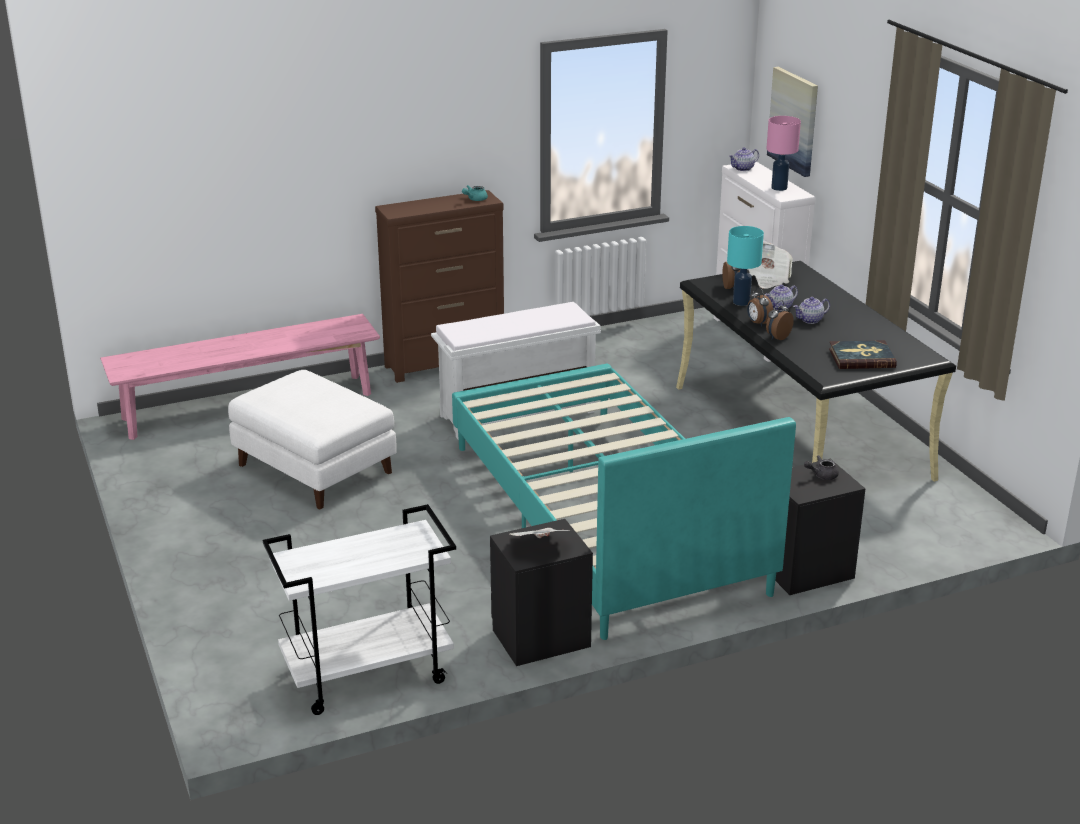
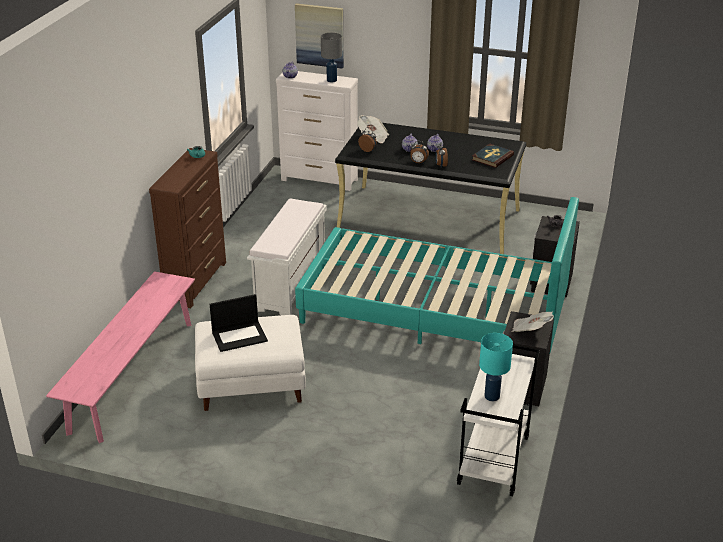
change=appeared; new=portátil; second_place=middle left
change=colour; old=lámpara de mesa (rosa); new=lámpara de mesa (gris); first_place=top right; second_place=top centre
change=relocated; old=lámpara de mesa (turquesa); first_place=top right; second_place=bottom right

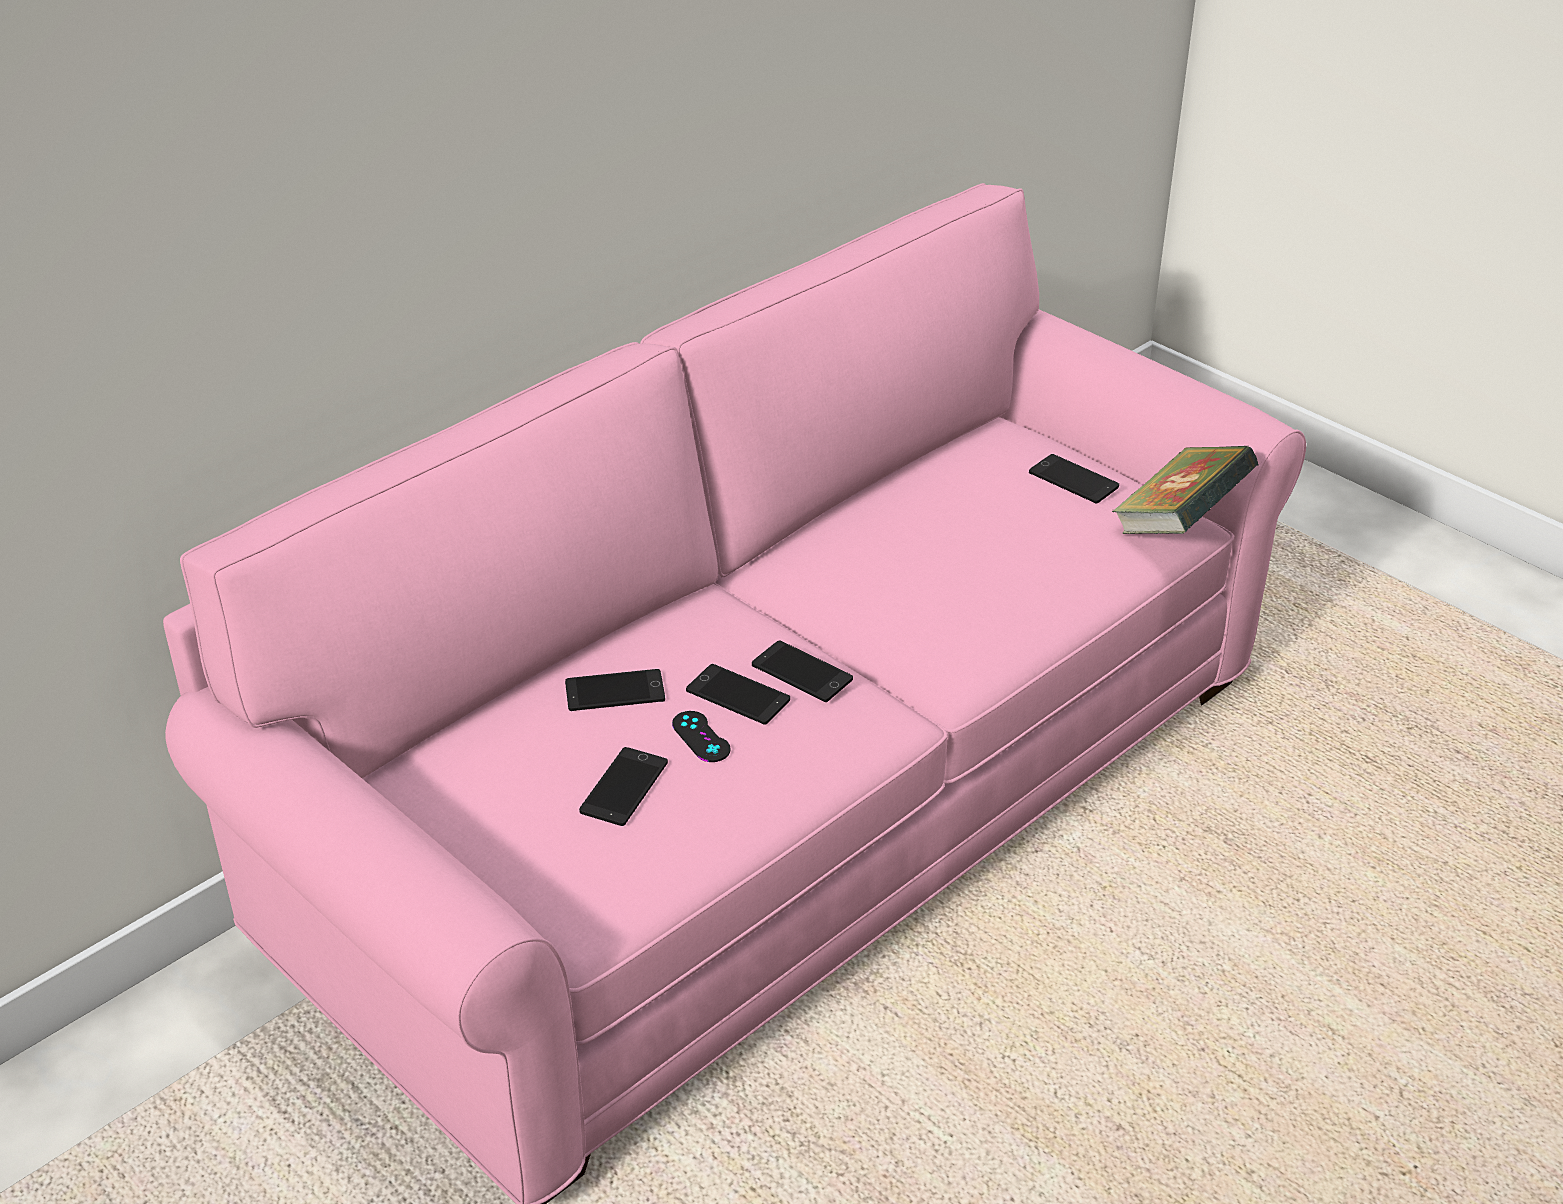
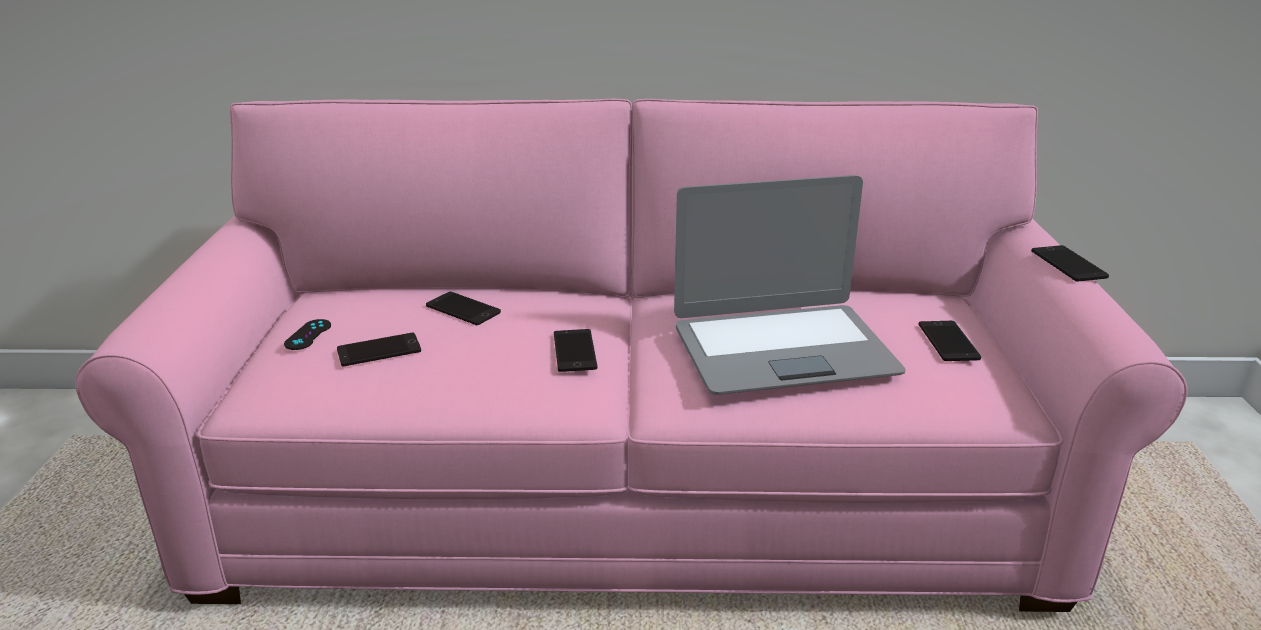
change=relocated; old=mando de consola (negro); first_place=centre; second_place=middle left
change=appeared; new=portátil; second_place=centre
change=relocated; old=móvil (no. 3 from left in the first image); new=móvil (no. 5 from left); first_place=centre; second_place=middle right
change=missing; old=libro; first_place=middle right

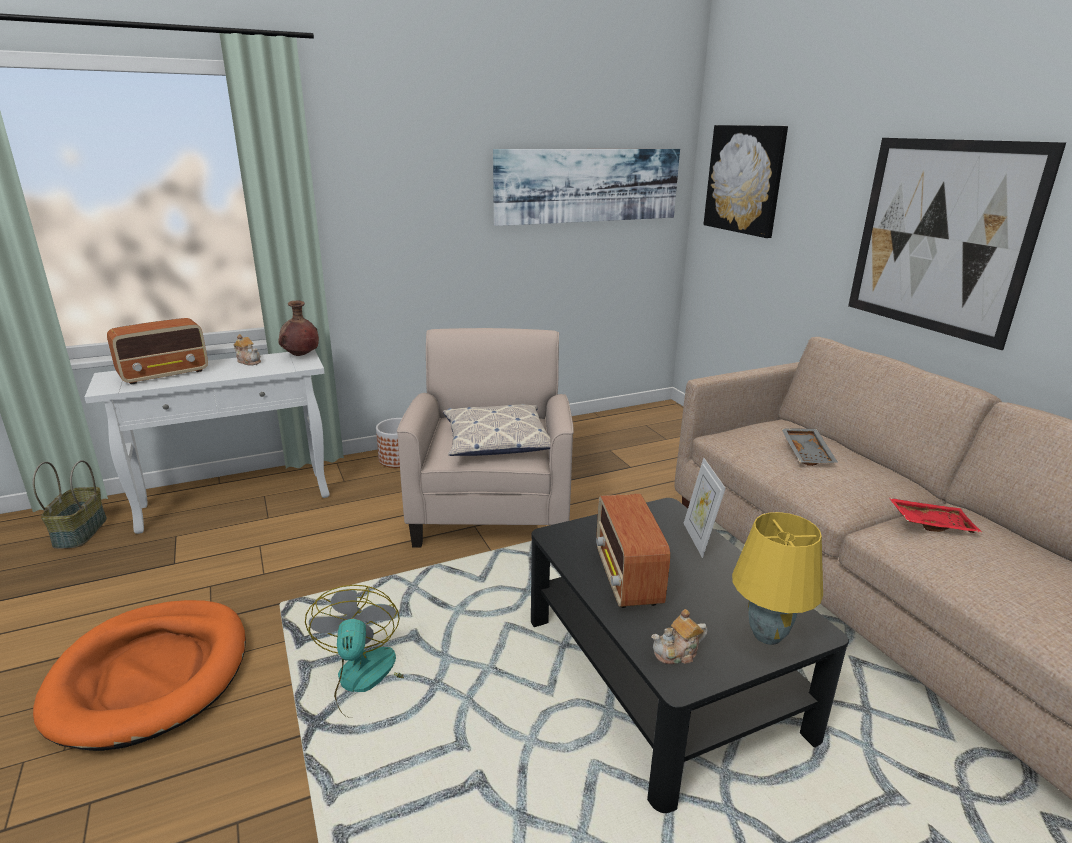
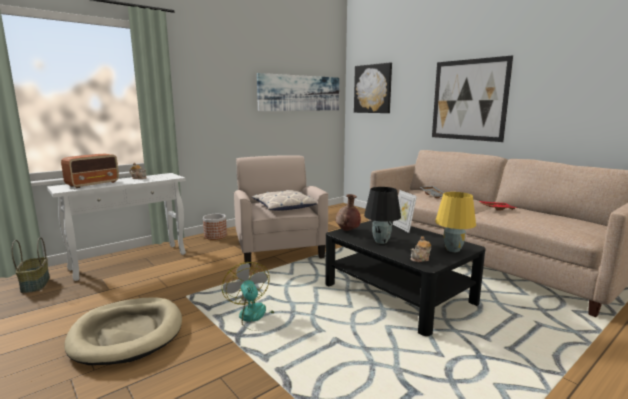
change=colour; old=cama para perro (naranja); new=cama para perro (beis); first_place=bottom left; second_place=bottom left
change=relocated; old=florero (marrón); first_place=middle left; second_place=centre
change=exchanged; old=radio (no. 2 from left); new=lámpara de mesa (negro); first_place=centre; second_place=centre

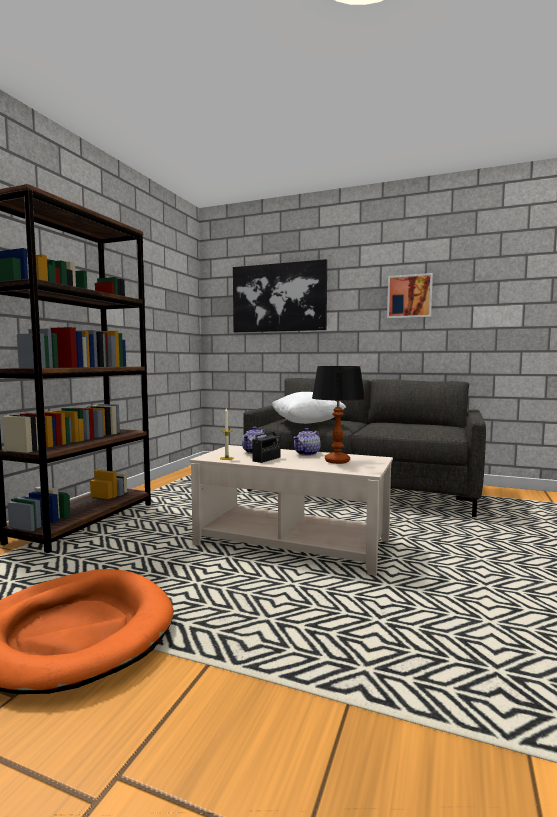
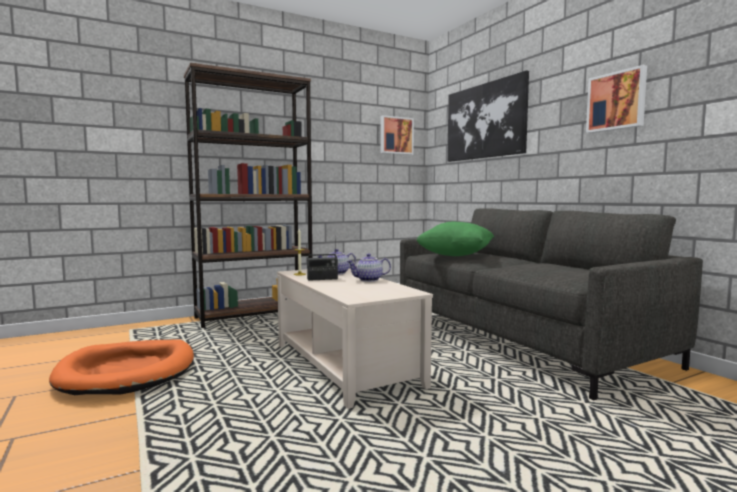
change=appeared; new=cuadro (no. 1 from left); second_place=top centre
change=colour; old=cojín (blanco); new=cojín (verde); first_place=centre; second_place=centre
change=missing; old=lámpara de mesa; first_place=centre

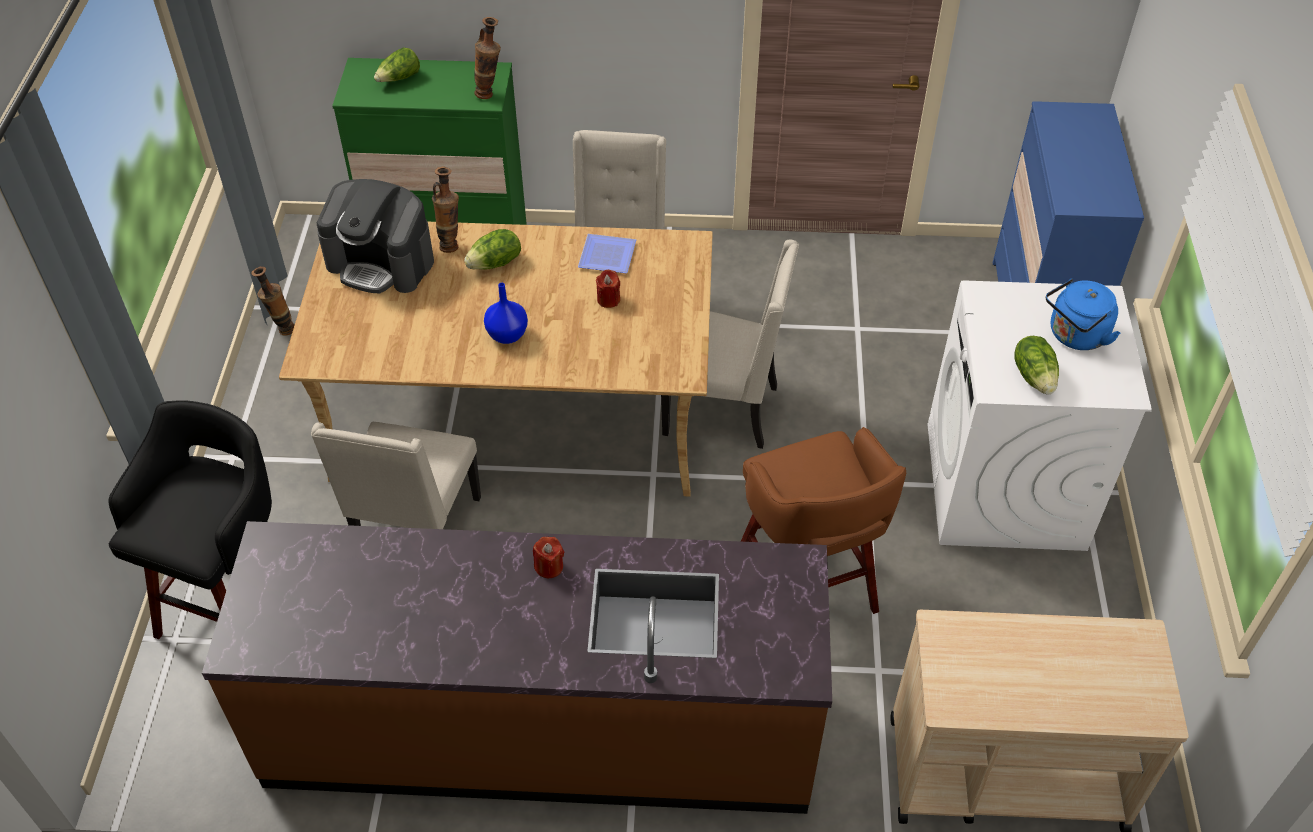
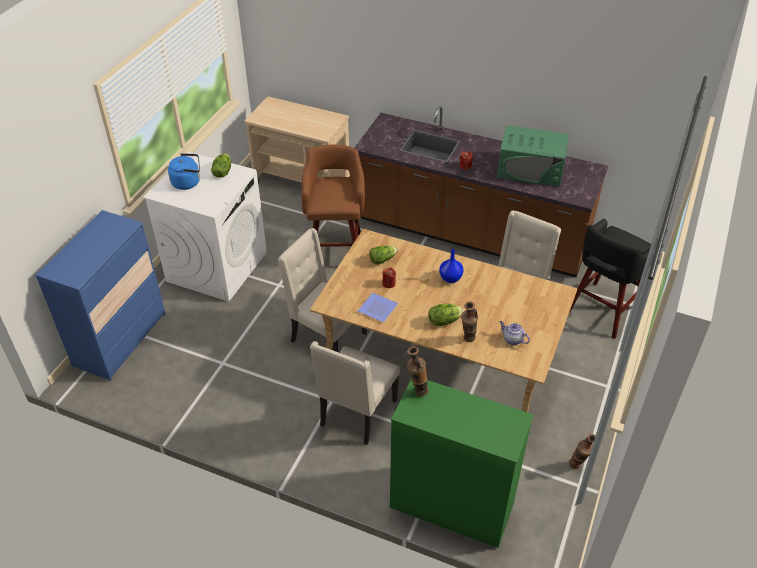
change=relocated; old=lechuga (no. 1 from left in the first image); new=lechuga (no. 2 from left); first_place=top left; second_place=centre
change=appeared; new=microondas (verde); second_place=top right
change=exchanged; old=cafetera; new=tetera; first_place=top left; second_place=middle right

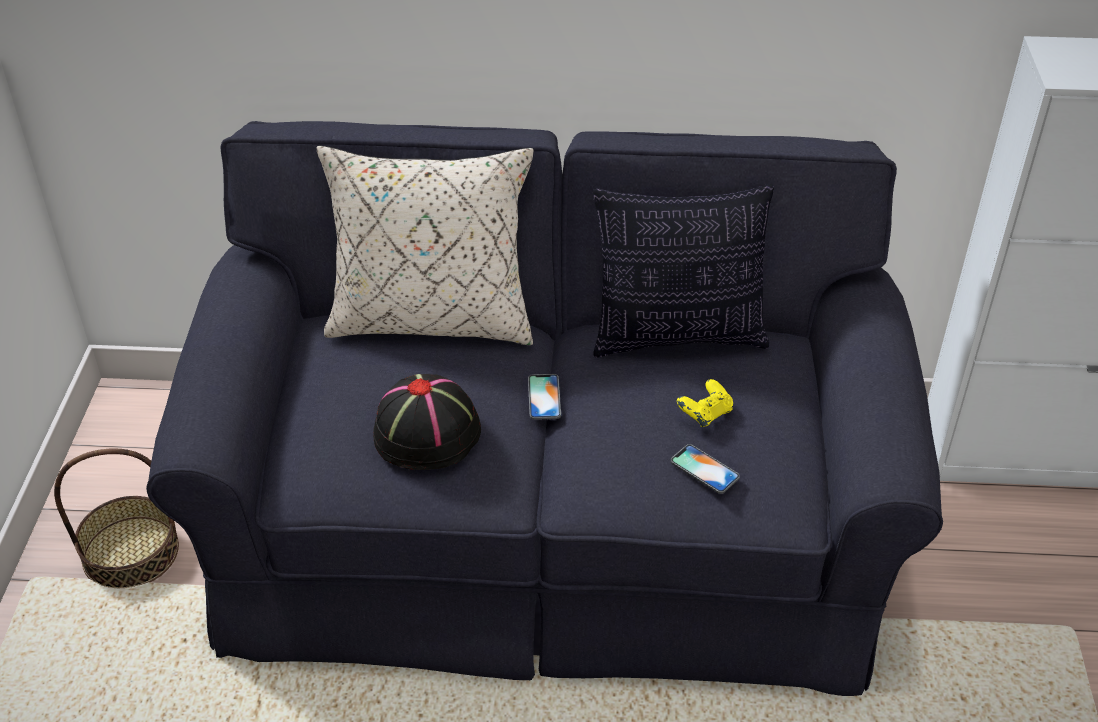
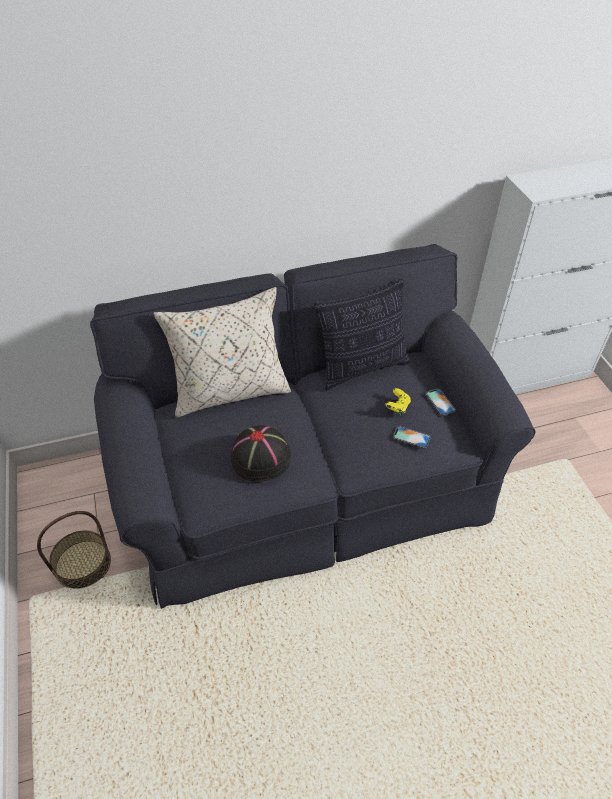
change=relocated; old=móvil (no. 1 from left in the first image); new=móvil (no. 2 from left); first_place=centre; second_place=middle right

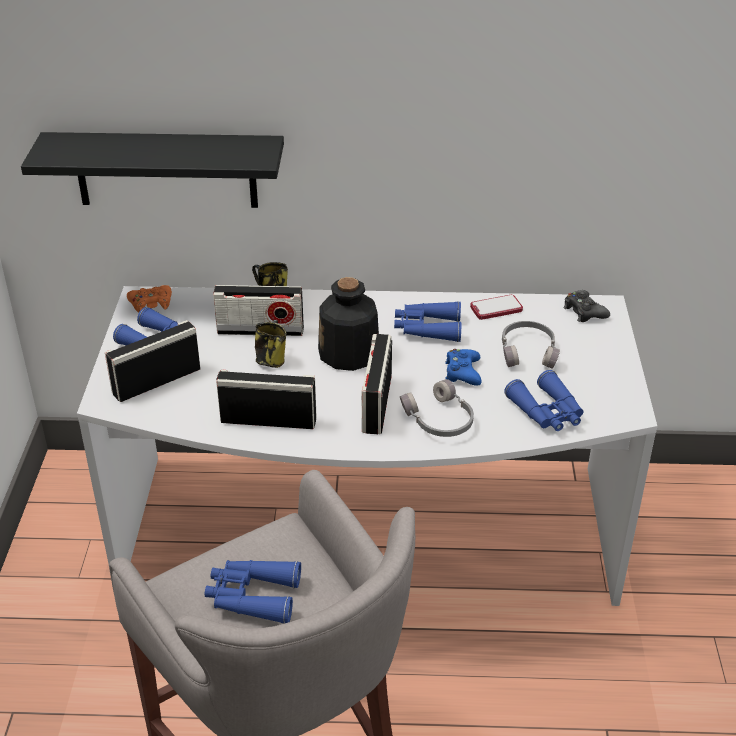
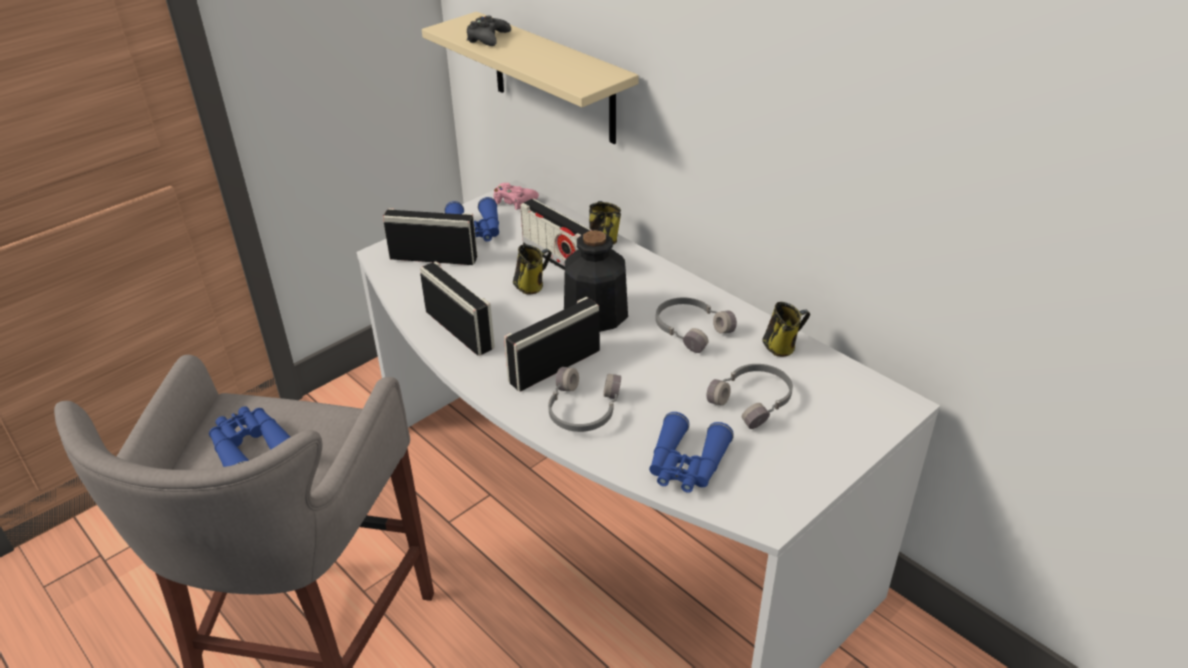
change=colour; old=estante (negro); new=estante (beis); first_place=top left; second_place=top centre
change=relocated; old=mando de consola (negro); first_place=middle right; second_place=top centre
change=colour; old=mando de consola (naranja); new=mando de consola (rosa); first_place=middle left; second_place=top centre
change=exchanged; old=prismáticos (azul) (no. 3 from left); new=auriculares (gris) (no. 2 from left); first_place=centre; second_place=centre
change=exchanged; old=móvil; new=taza grande (no. 3 from left); first_place=middle right; second_place=centre
change=missing; old=mando de consola (azul); first_place=centre

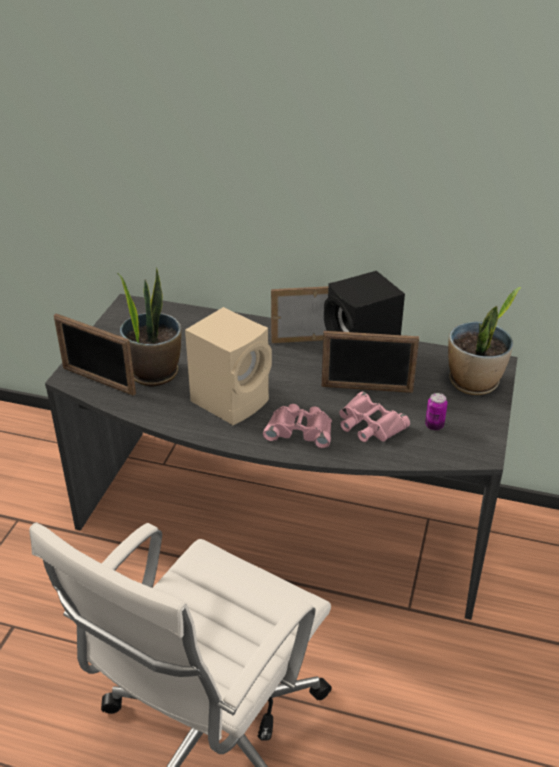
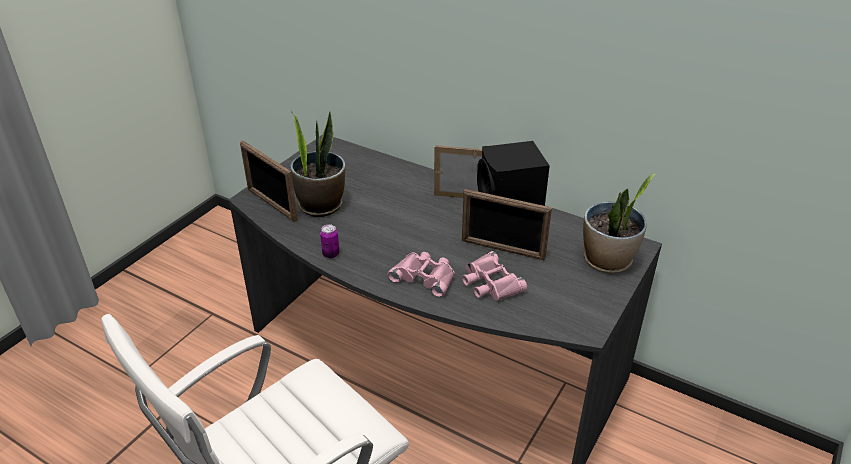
change=relocated; old=lata; first_place=middle right; second_place=centre
change=missing; old=altavoz (beis); first_place=centre

